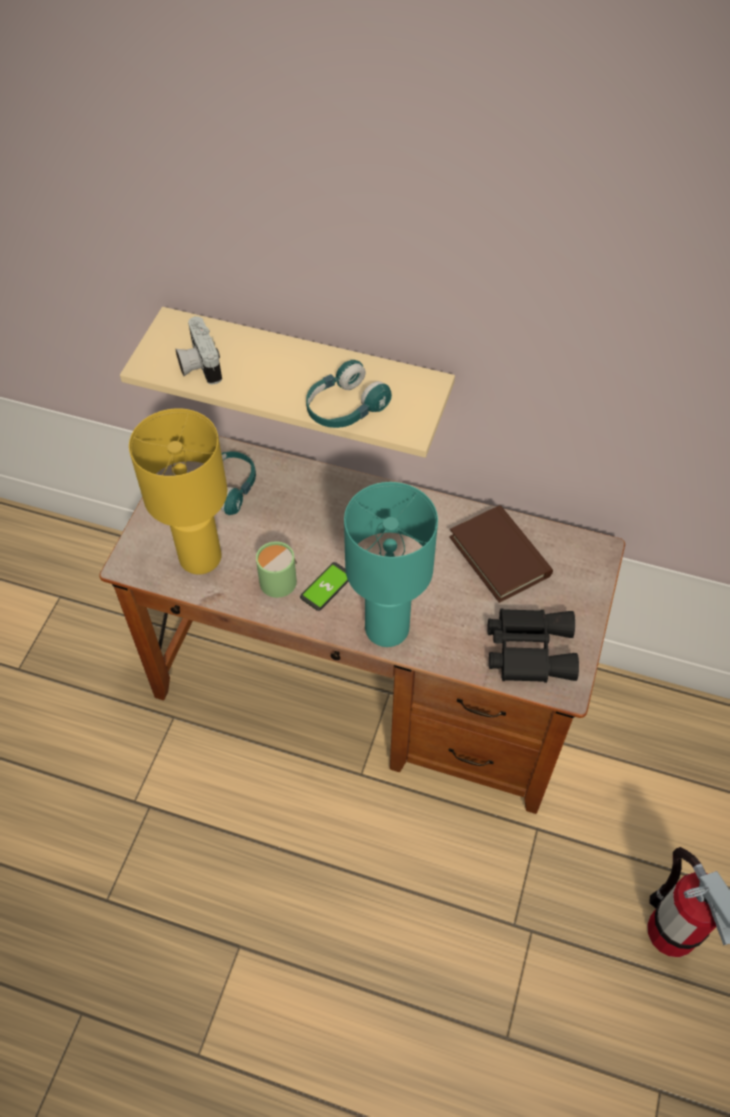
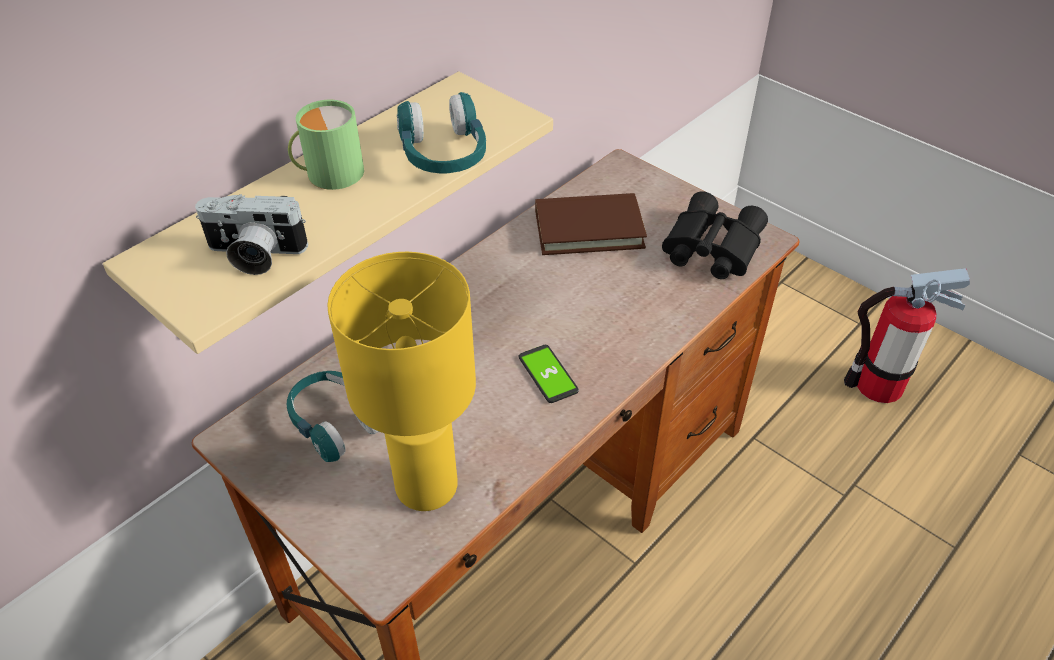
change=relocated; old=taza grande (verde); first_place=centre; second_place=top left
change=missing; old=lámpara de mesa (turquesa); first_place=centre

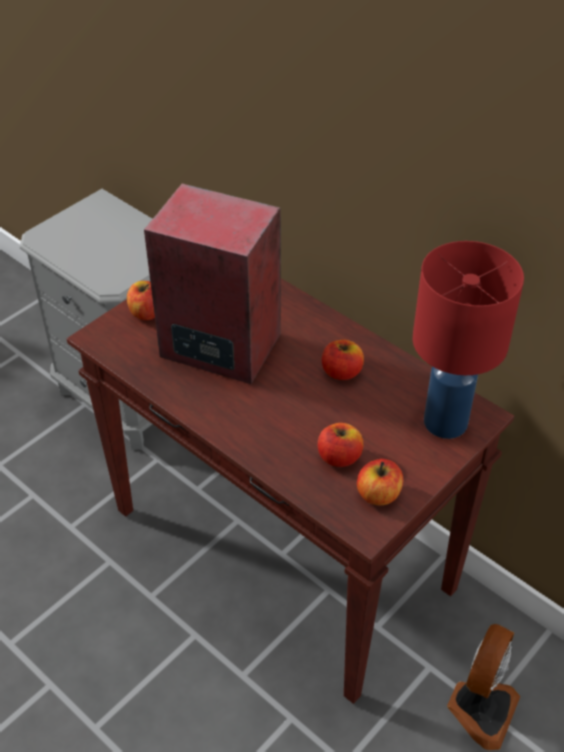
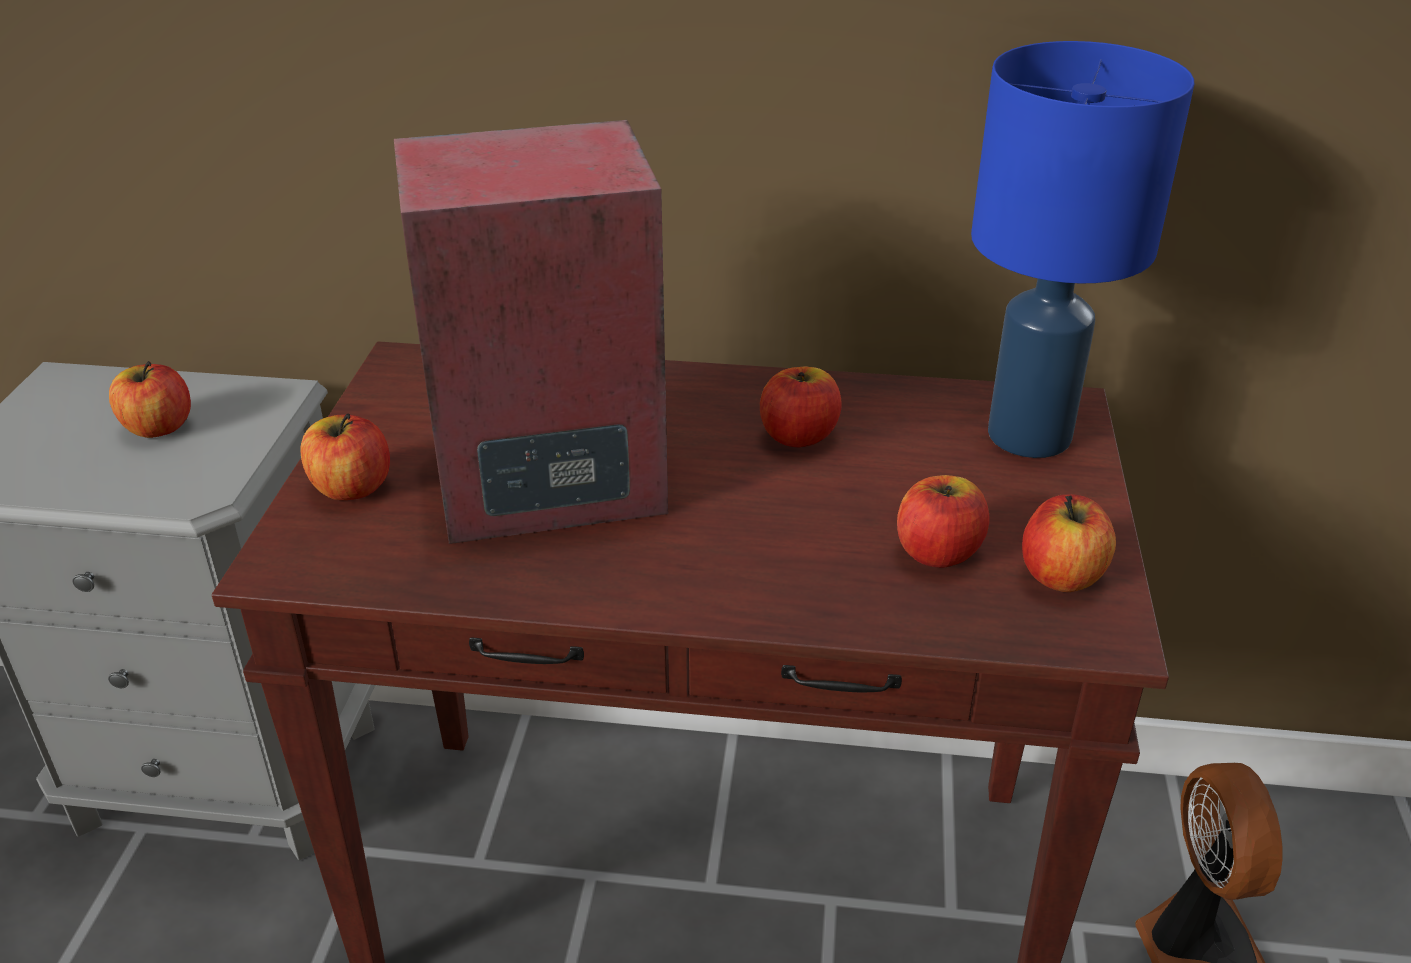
change=appeared; new=manzana (no. 1 from left); second_place=middle left
change=colour; old=lámpara de mesa (rojo); new=lámpara de mesa (azul); first_place=middle right; second_place=top right

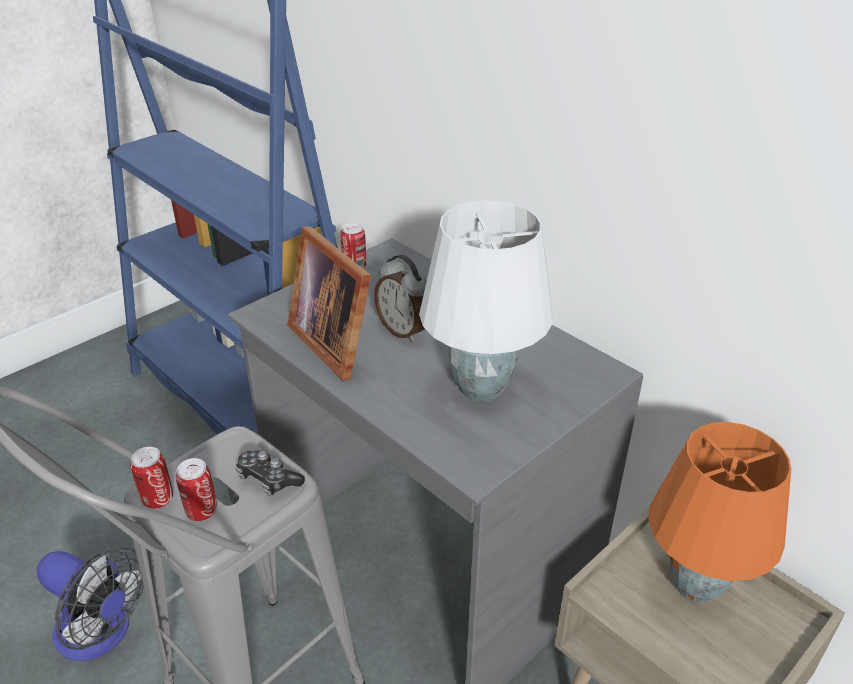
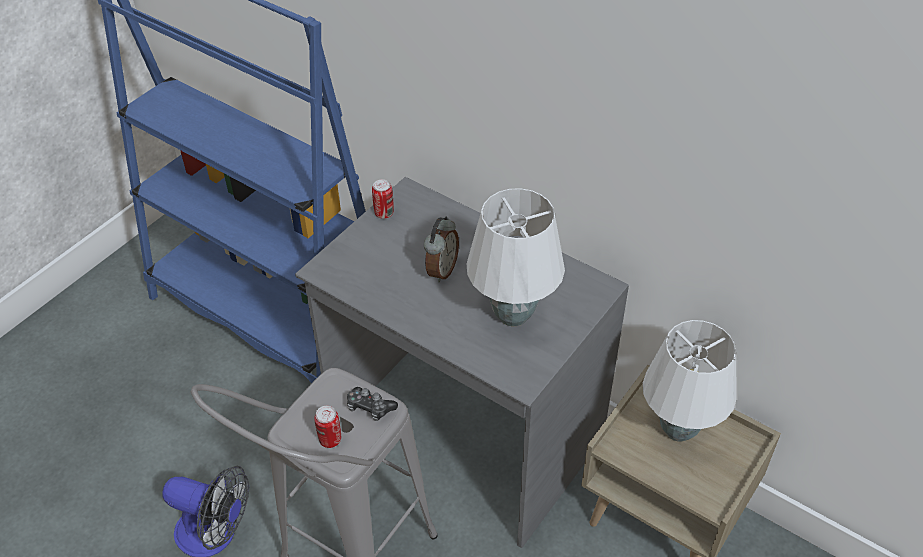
change=spun; old=despertador; first_place=centre; second_place=centre; degrees=-105
change=colour; old=lámpara de mesa (naranja); new=lámpara de mesa (blanco) (no. 2 from left); first_place=bottom right; second_place=bottom right
change=missing; old=lata (no. 1 from left); first_place=bottom left
change=missing; old=portarretratos; first_place=centre

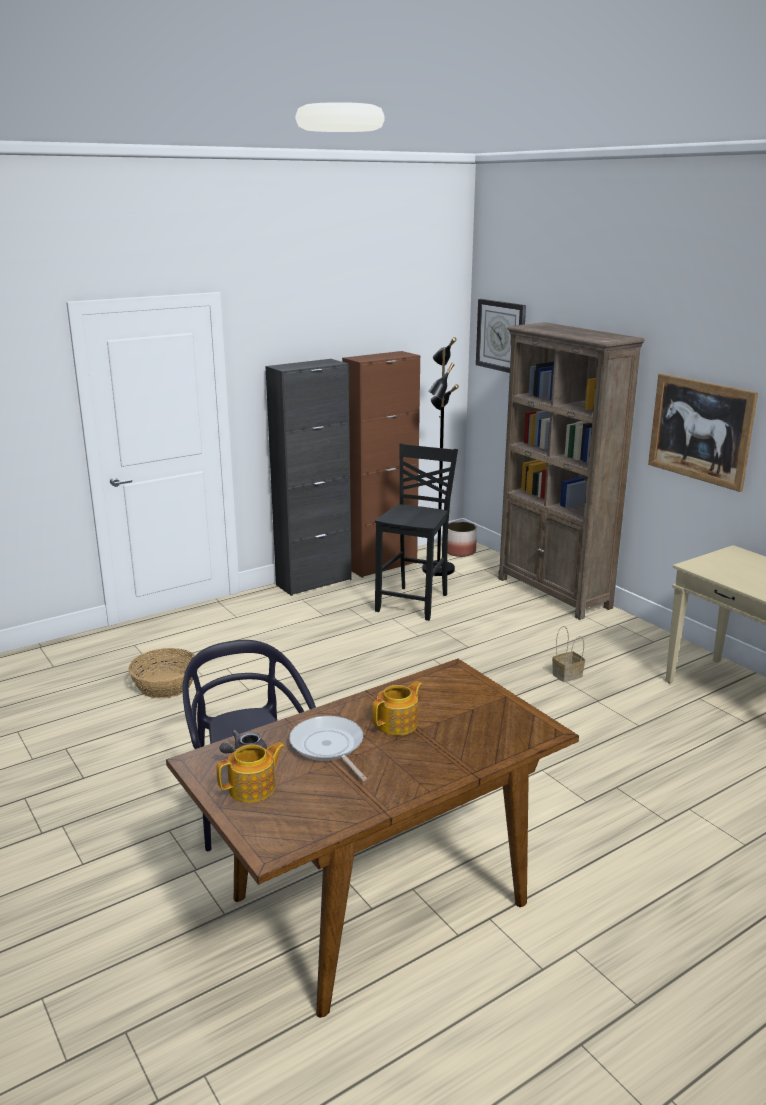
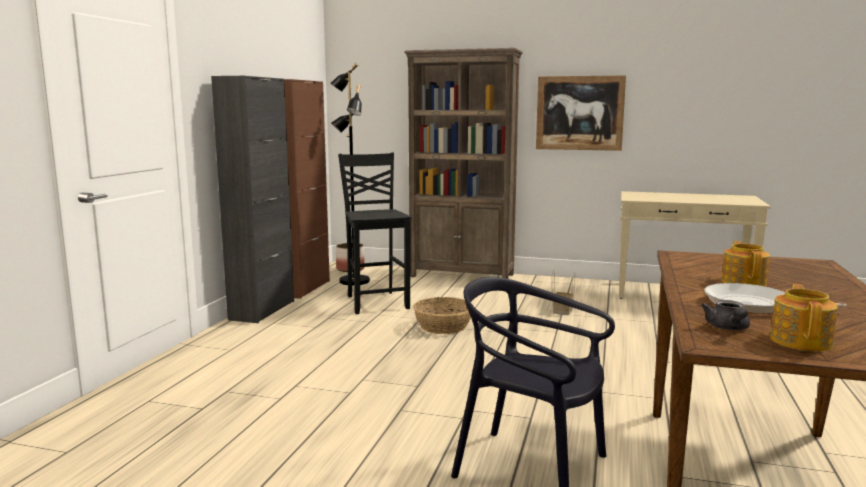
change=relocated; old=cesta (no. 1 from left); first_place=middle left; second_place=centre
change=missing; old=reloj de pared; first_place=top centre

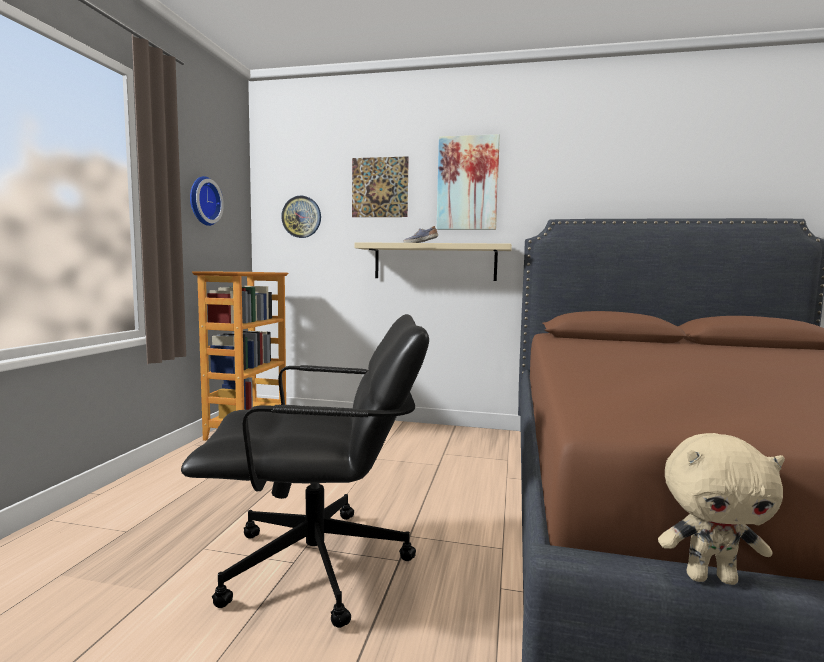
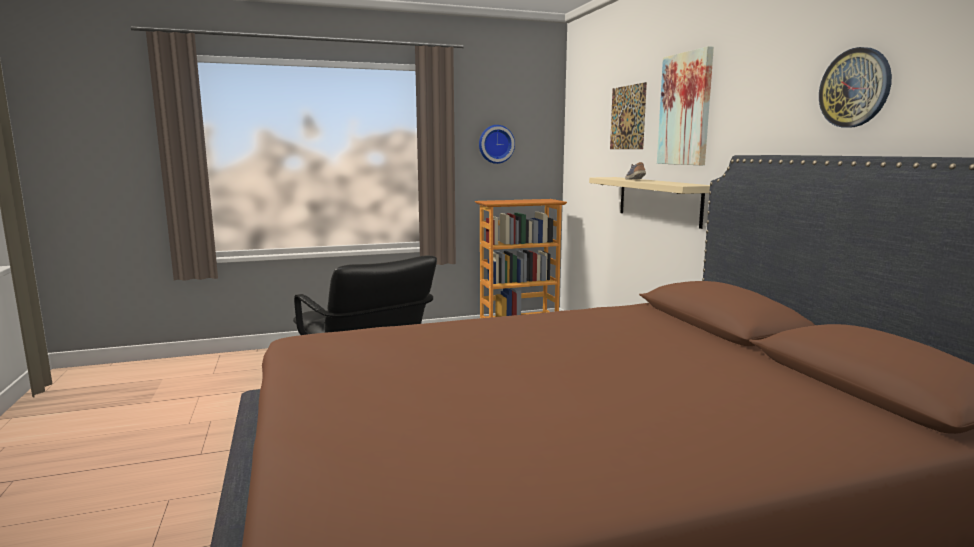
change=relocated; old=reloj de pared (no. 2 from left); first_place=top centre; second_place=top right
change=missing; old=peluche (beis); first_place=bottom right

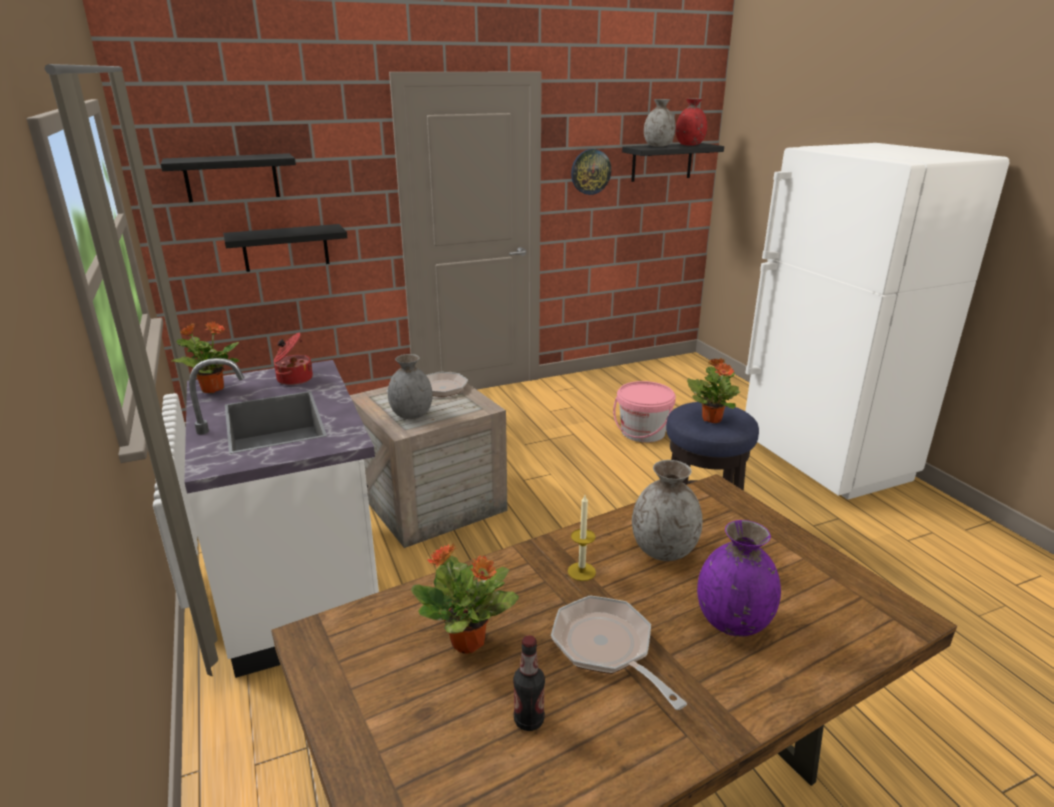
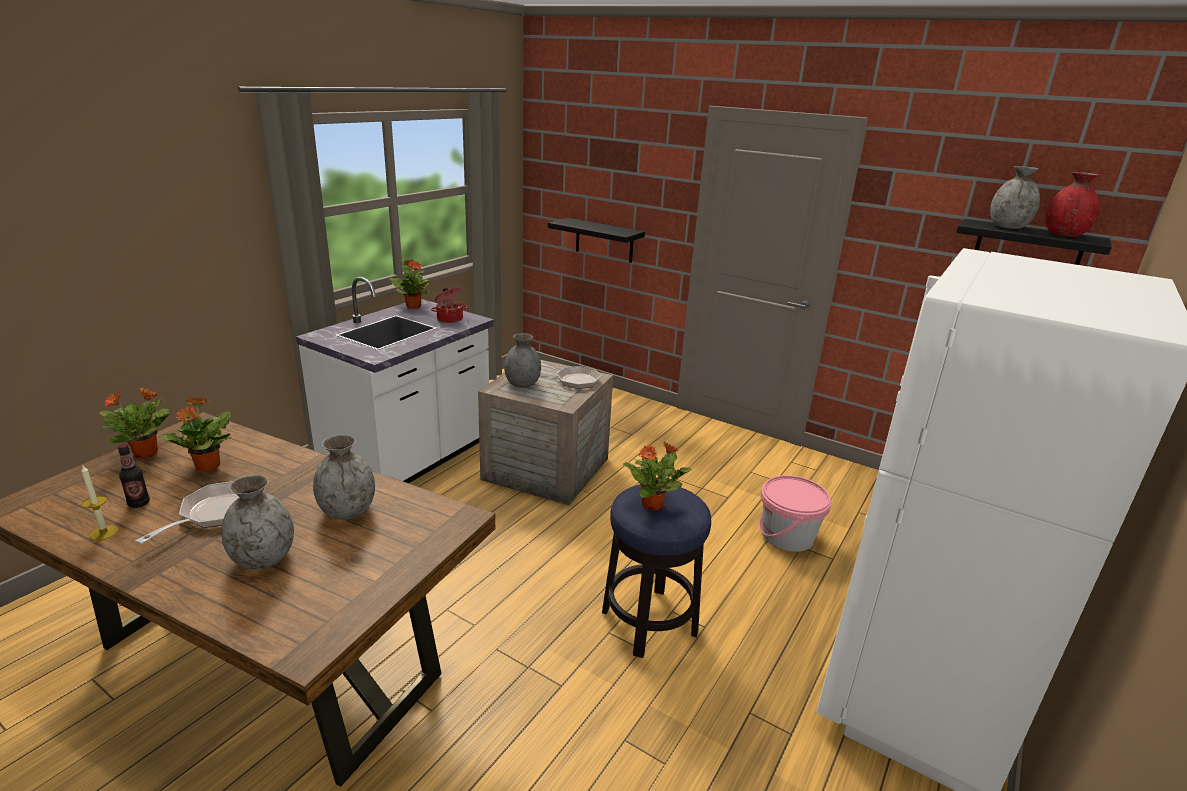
change=relocated; old=vela; first_place=bottom centre; second_place=middle left
change=appeared; new=planta en maceta (no. 1 from left); second_place=middle left
change=colour; old=florero (morado); new=florero (gris) (no. 1 from left); first_place=bottom right; second_place=middle left
change=missing; old=estante (negro) (no. 1 from left); first_place=top left
change=missing; old=reloj de pared; first_place=top centre

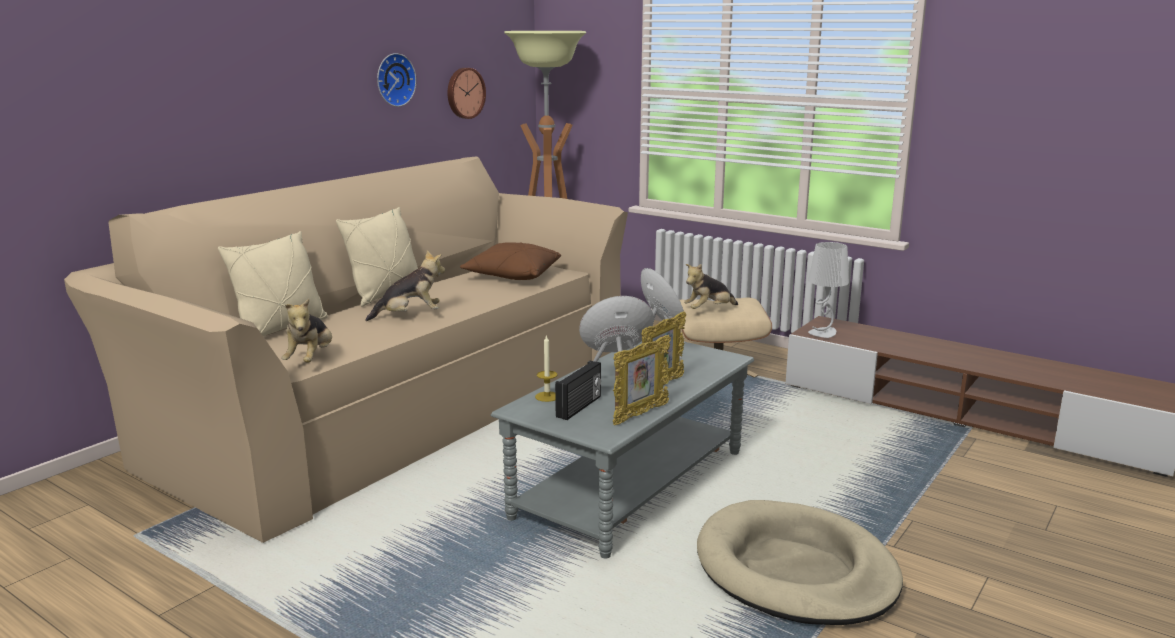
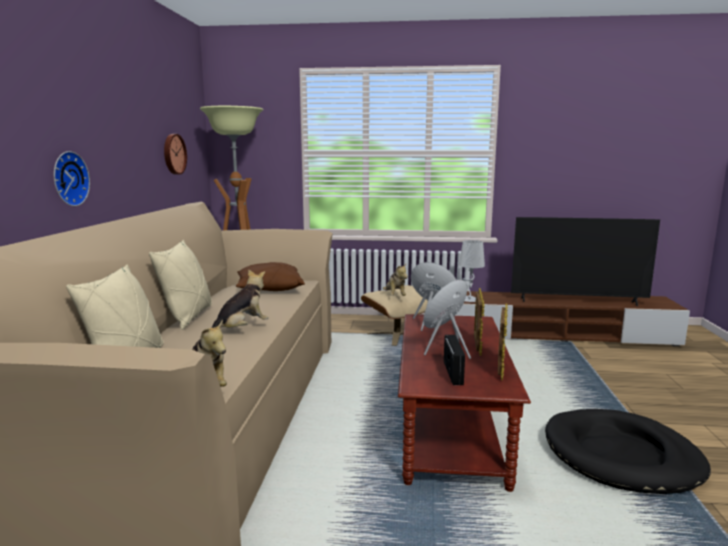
change=relocated; old=reloj de pared (no. 1 from left); first_place=top centre; second_place=top left
change=spun; old=peluche (no. 3 from left); first_place=centre; second_place=centre; degrees=-45
change=colour; old=mesa de centro (gris); new=mesa de centro (marrón); first_place=bottom centre; second_place=bottom centre
change=appeared; new=televisor; second_place=middle right
change=colour; old=cama para perro (beis); new=cama para perro (negro); first_place=bottom right; second_place=bottom right
change=missing; old=vela; first_place=centre

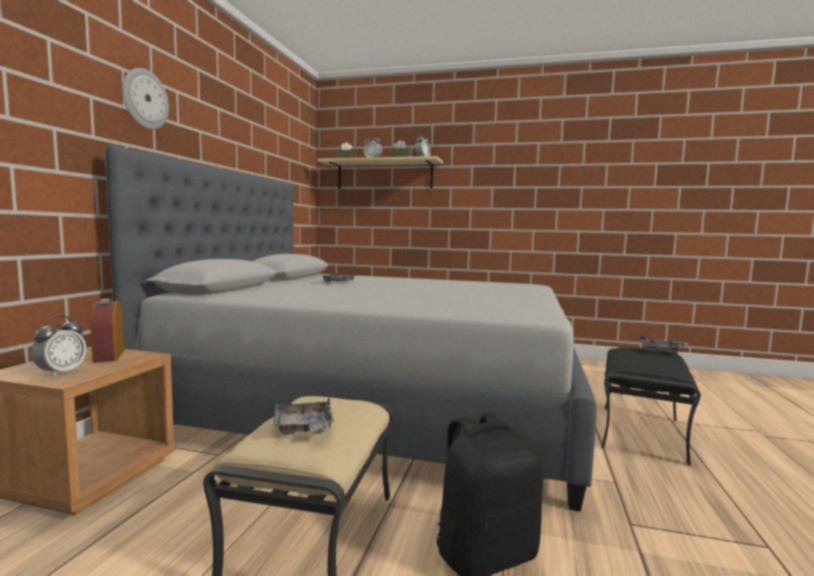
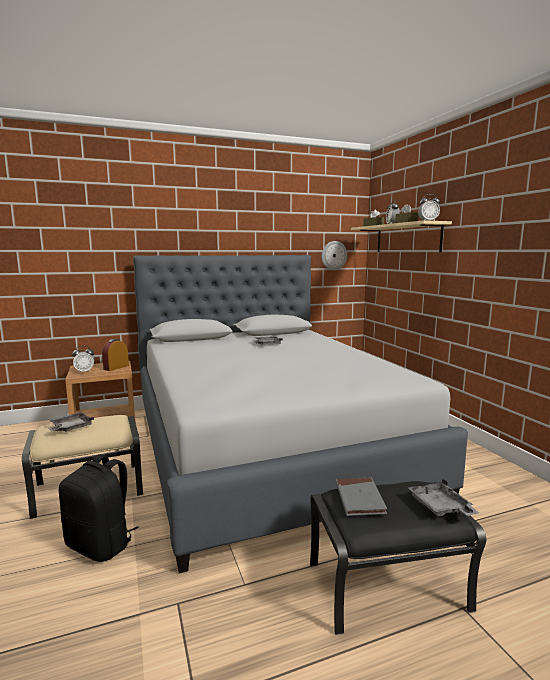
change=relocated; old=reloj de pared; first_place=top left; second_place=centre
change=appeared; new=libro (gris); second_place=bottom centre

